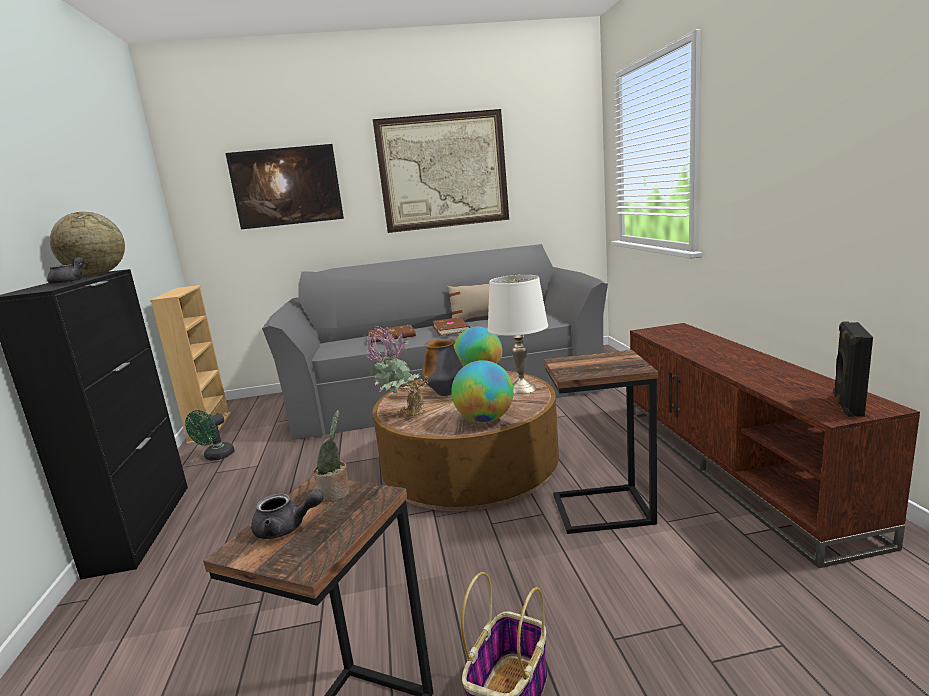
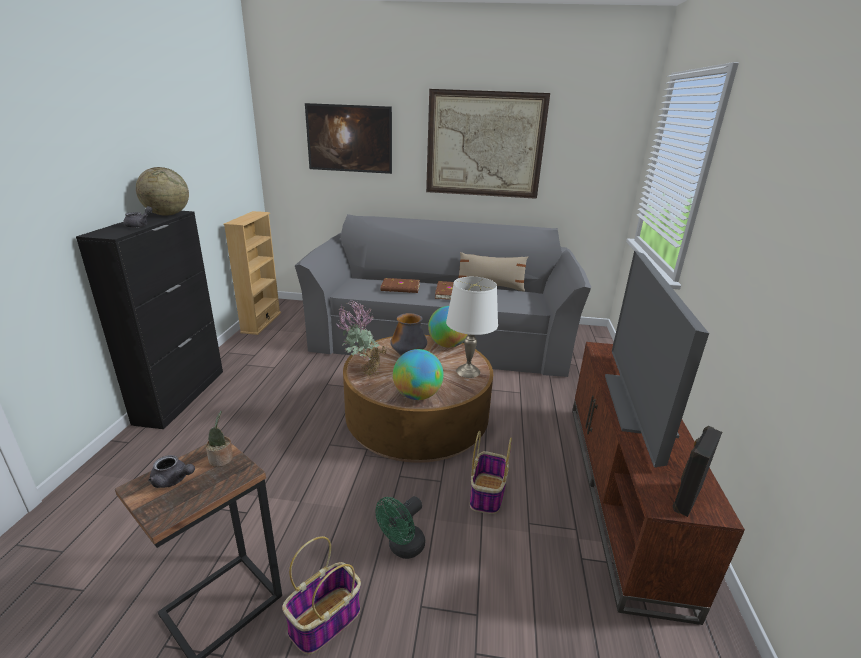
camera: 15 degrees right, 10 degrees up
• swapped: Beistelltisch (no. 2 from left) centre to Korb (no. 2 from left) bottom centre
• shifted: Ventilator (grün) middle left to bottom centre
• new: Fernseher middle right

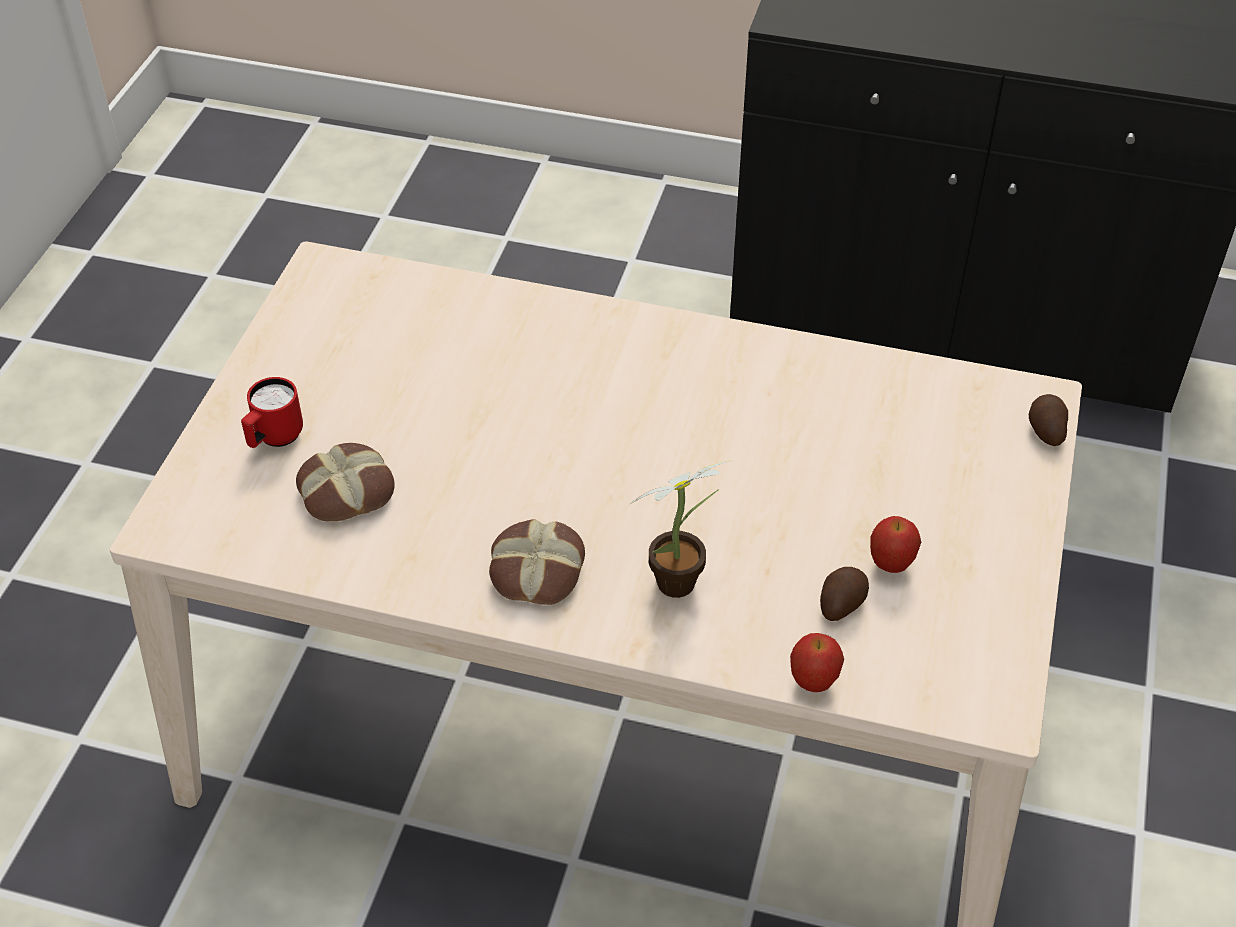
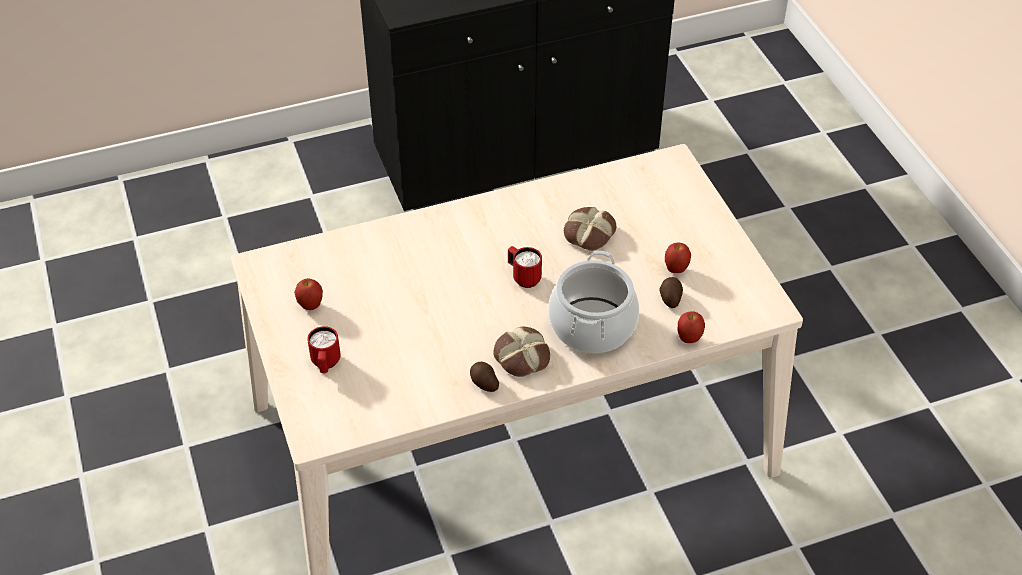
camera: 35 degrees left, 0 degrees up
• shifted: Kartoffel (no. 2 from left in the first image) middle right to Kartoffel (no. 1 from left) centre
• shifted: Brot (no. 1 from left in the first image) middle left to Brot (no. 2 from left) centre
• swapped: Topfpflanze centre to Kochtopf centre
• new: Henkelbecher (rot) (no. 2 from left) centre
• new: Apfel (no. 1 from left) middle left

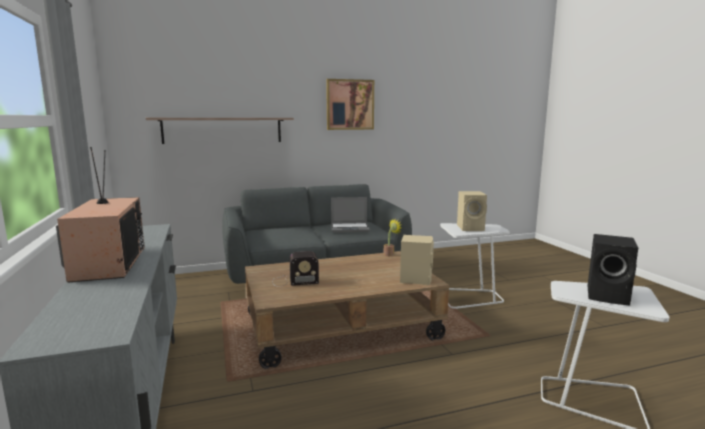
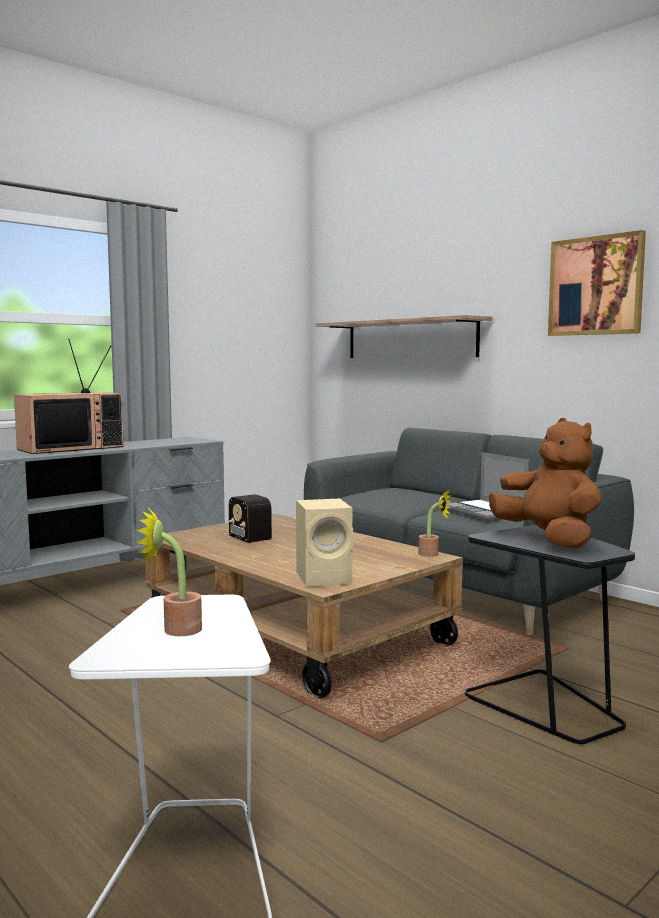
camera: 65 degrees right, 5 degrees down
• swapped: Lautsprecher (beige) (no. 2 from left) middle right to Plüschtier (braun) middle right
• repainted: Beistelltisch (weiß) (no. 1 from left) middle right to Beistelltisch (schwarz) bottom right
• swapped: Lautsprecher (schwarz) middle right to Topfpflanze (no. 1 from left) middle left

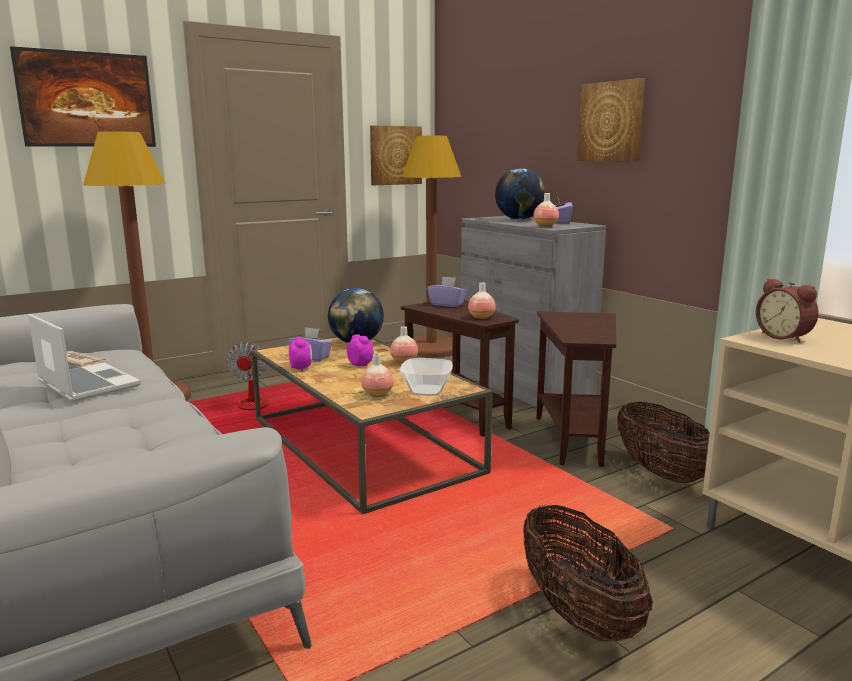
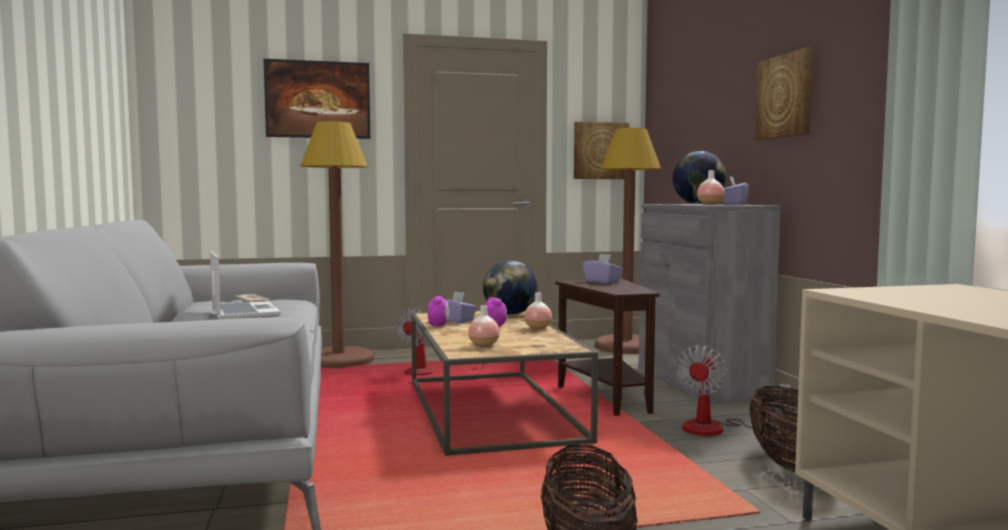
camera: 20 degrees right, 10 degrees down
• gone: Wecker (no. 3 from left) middle right
• gone: Vase (no. 3 from left) centre
• swapped: Beistelltisch (braun) (no. 2 from left) middle right to Ventilator (no. 2 from left) bottom right
• gone: Schüssel centre

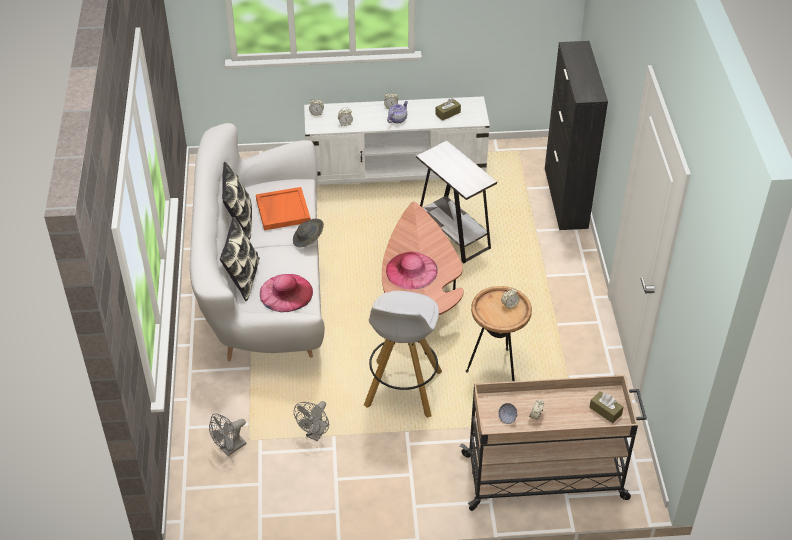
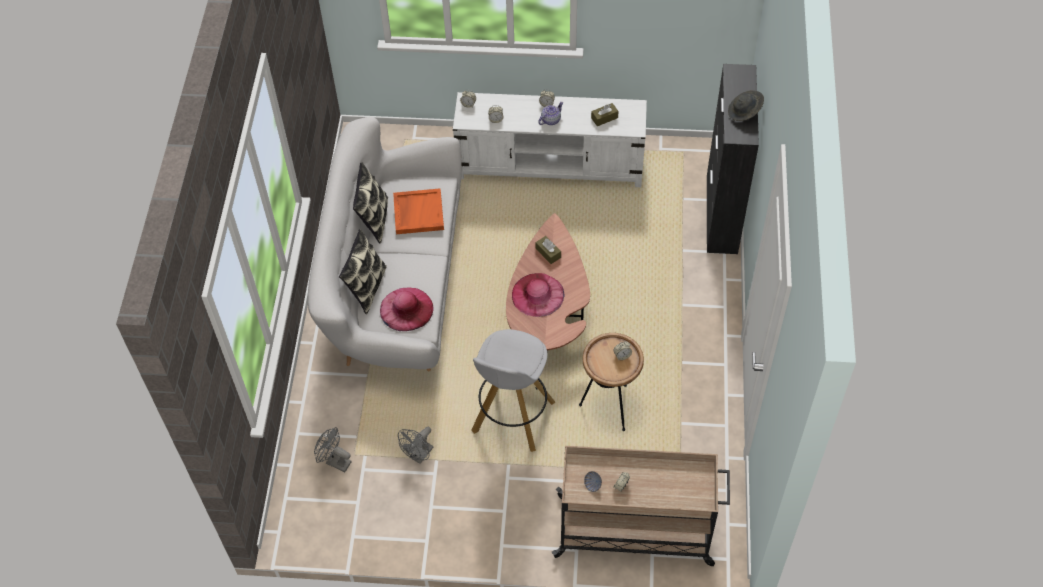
camera: 10 degrees right, 10 degrees up
• gone: Beistelltisch (weiß) centre
• shifted: Hut (grau) centre to top right
• shifted: Taschentuchbox (braun) (no. 2 from left in the first image) bottom right to Taschentuchbox (braun) (no. 1 from left) centre
• rotated: Ventilator (grau) (no. 1 from left) bottom left = bottom left 60 degrees clockwise

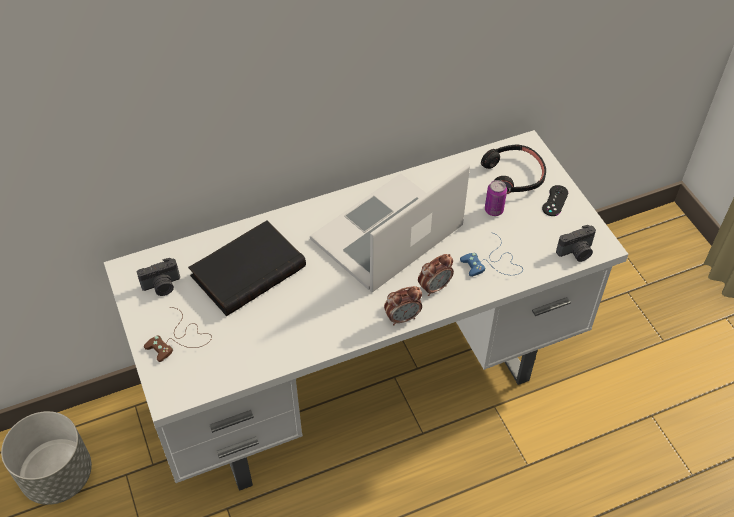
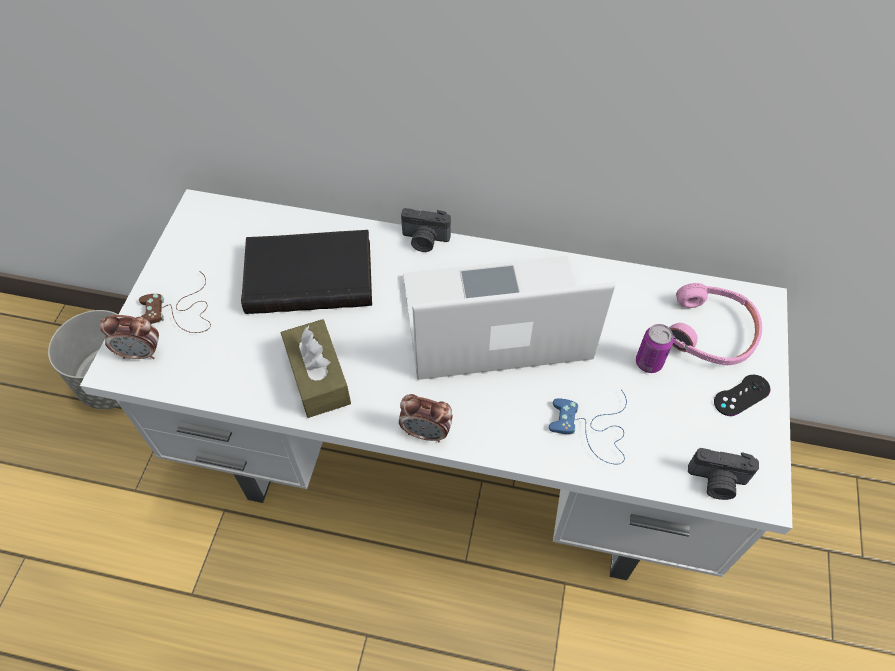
camera: 35 degrees right, 5 degrees up
• repainted: Kopfhörer (schwarz) top right to Kopfhörer (rosa) middle right
• shifted: Wecker (no. 2 from left in the first image) centre to Wecker (no. 1 from left) middle left
• shifted: Kamera (no. 1 from left) middle left to centre
• new: Taschentuchbox (braun) centre

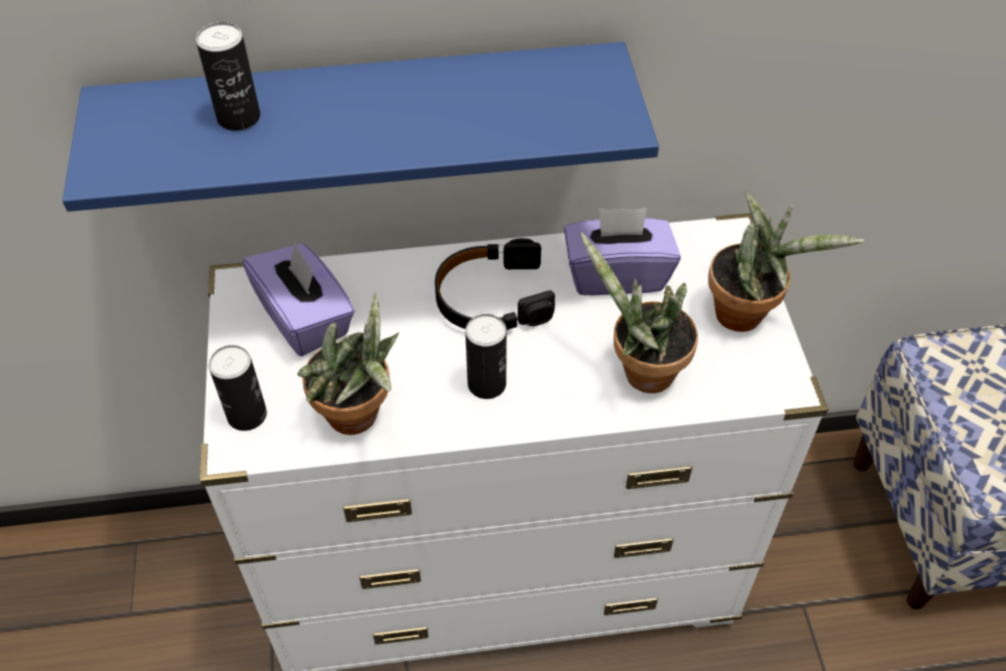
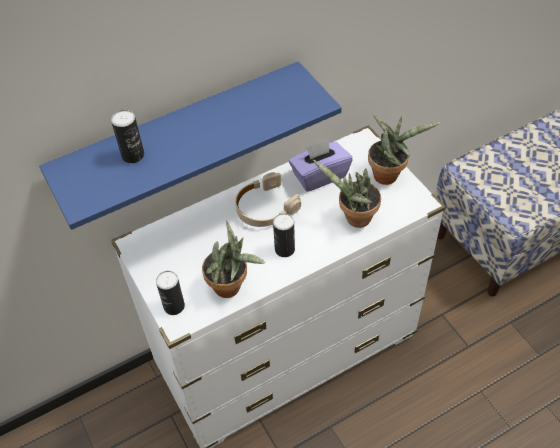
camera: 20 degrees left, 0 degrees up
• repainted: Kopfhörer (schwarz) centre to Kopfhörer (beige) centre
• gone: Taschentuchbox (lila) (no. 1 from left) middle left

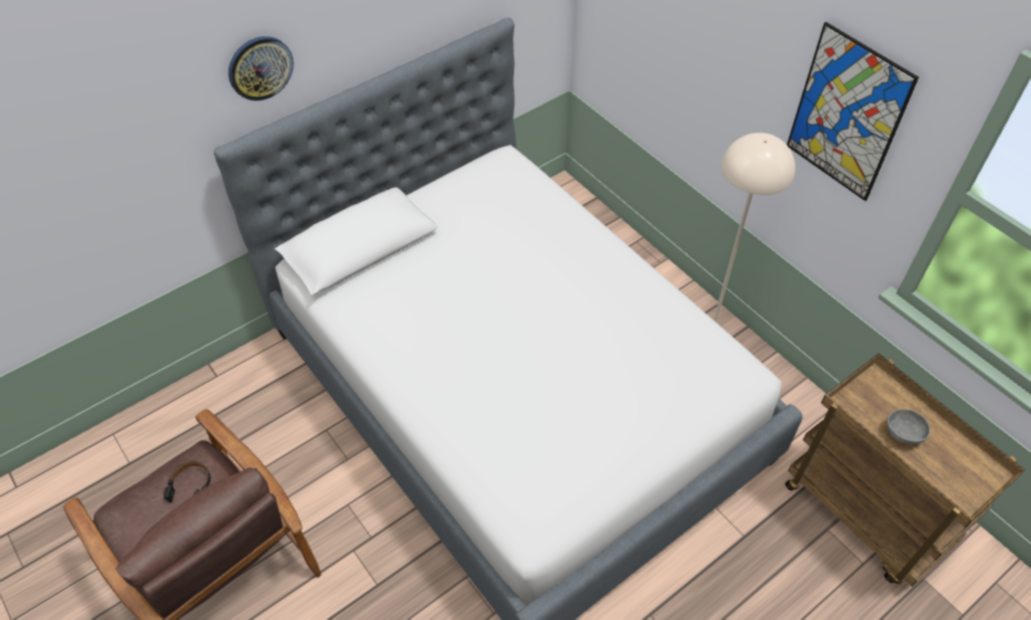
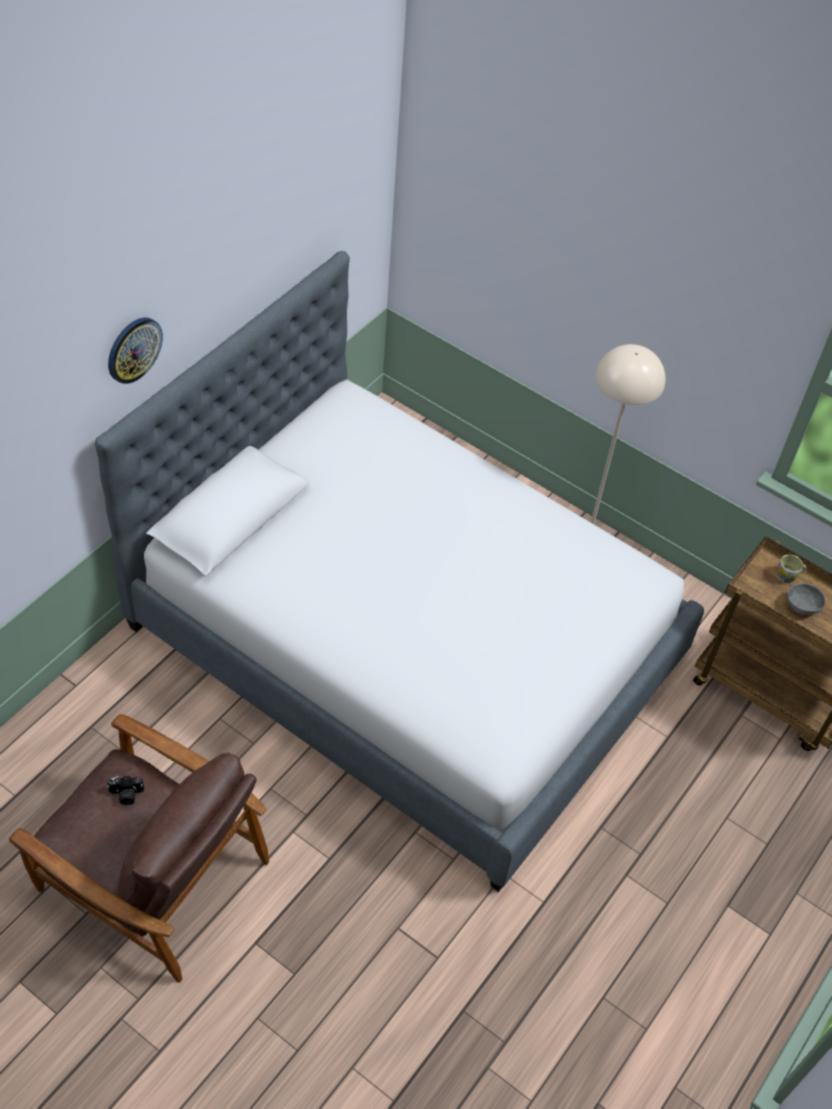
camera: 20 degrees left, 0 degrees up
• gone: Bild top right
• swapped: Kopfhörer (schwarz) bottom left to Kamera bottom left
• new: Henkelbecher middle right

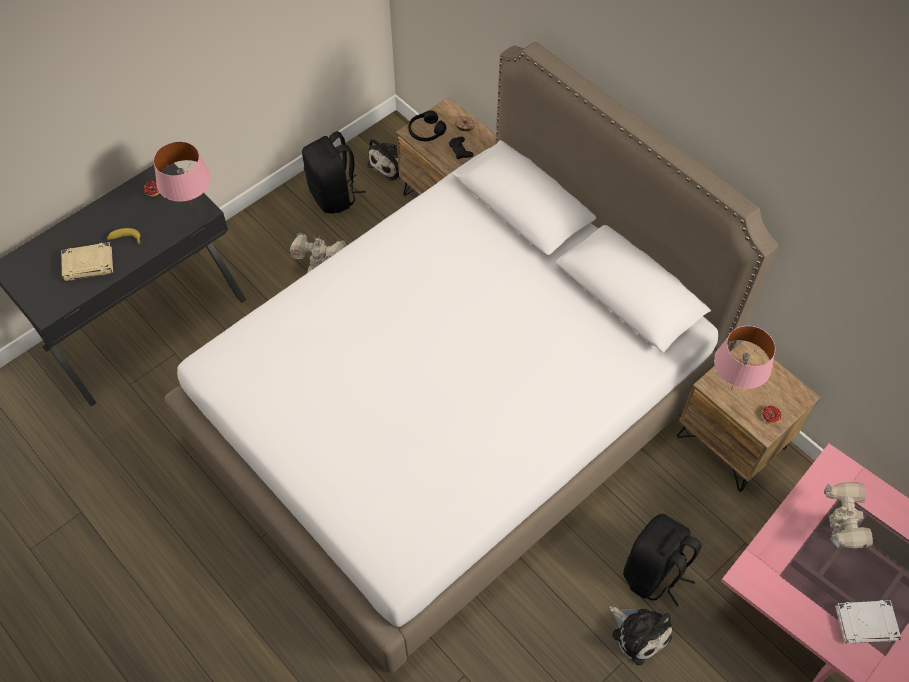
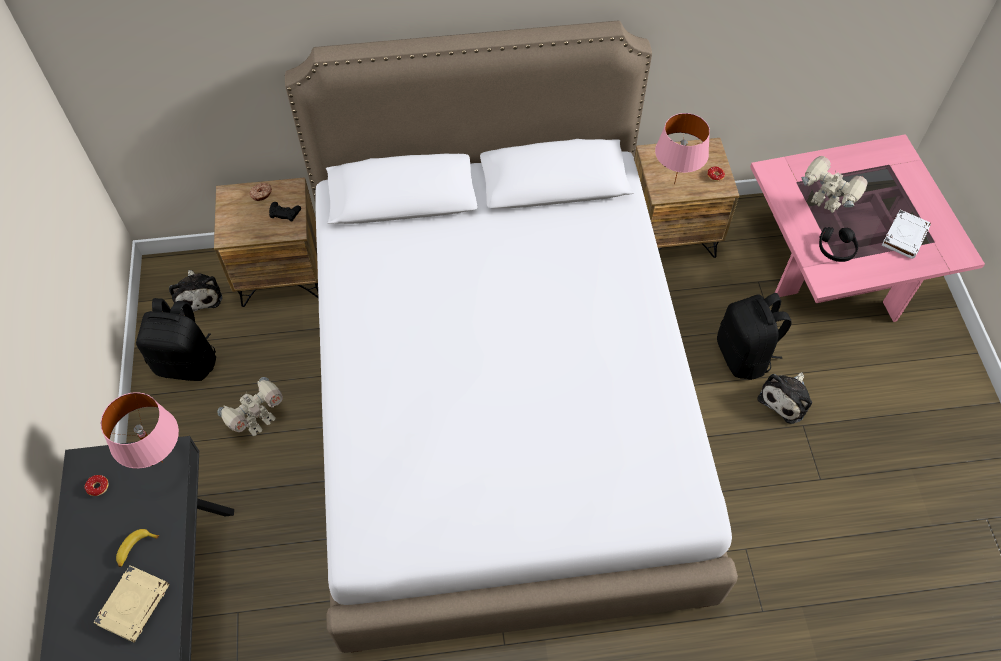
camera: 55 degrees left, 0 degrees up
• shifted: Kopfhörer (schwarz) top centre to middle right
• rotated: Plüschtier (no. 2 from left) bottom right = middle right 135 degrees clockwise

